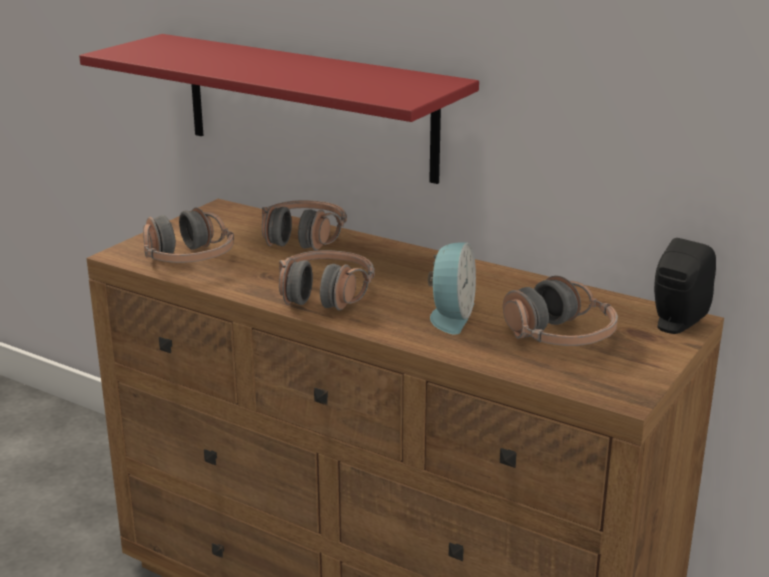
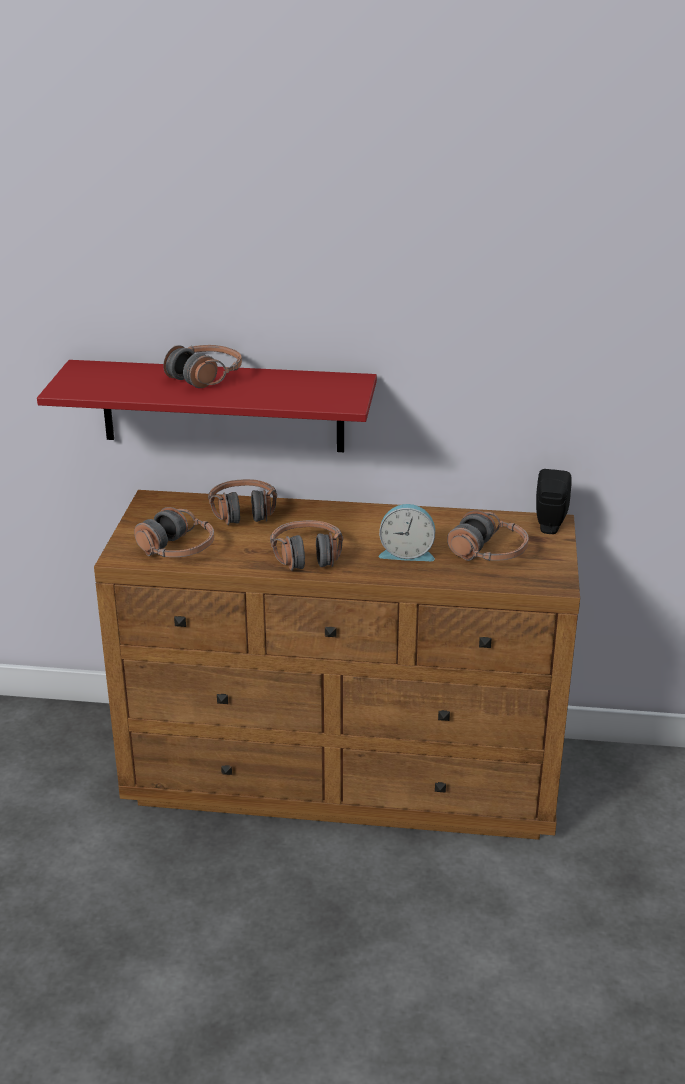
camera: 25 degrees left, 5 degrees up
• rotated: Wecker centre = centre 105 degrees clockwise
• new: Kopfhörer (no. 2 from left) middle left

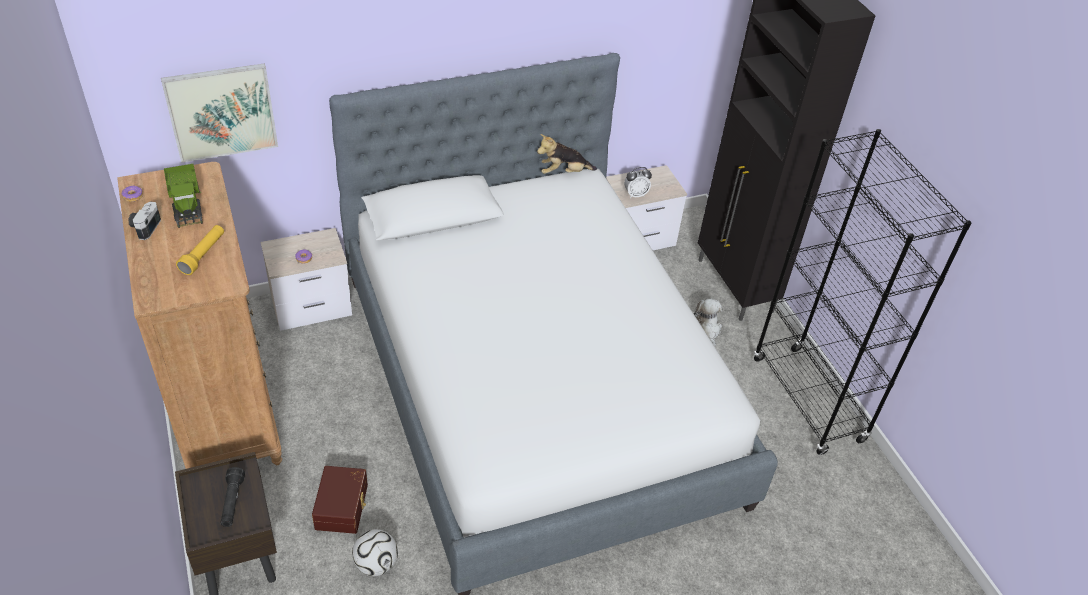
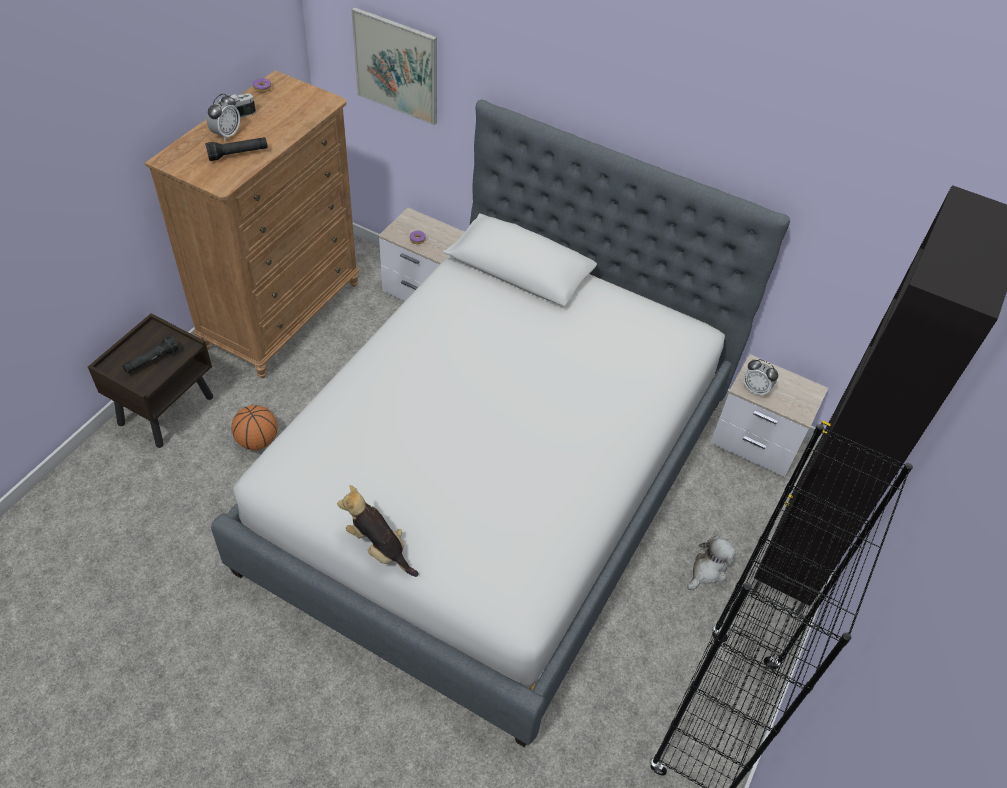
camera: 50 degrees right, 5 degrees up
• shifted: Plüschtier (no. 1 from left) top centre to bottom centre
• gone: Spielzeuglaster top left
• repainted: Taschenlampe (gelb) middle left to Taschenlampe (schwarz) (no. 2 from left) top left
• swapped: Aufbewahrungsbox (braun) bottom left to Basketball middle left
• gone: Fußball bottom centre
• new: Wecker (no. 1 from left) top left

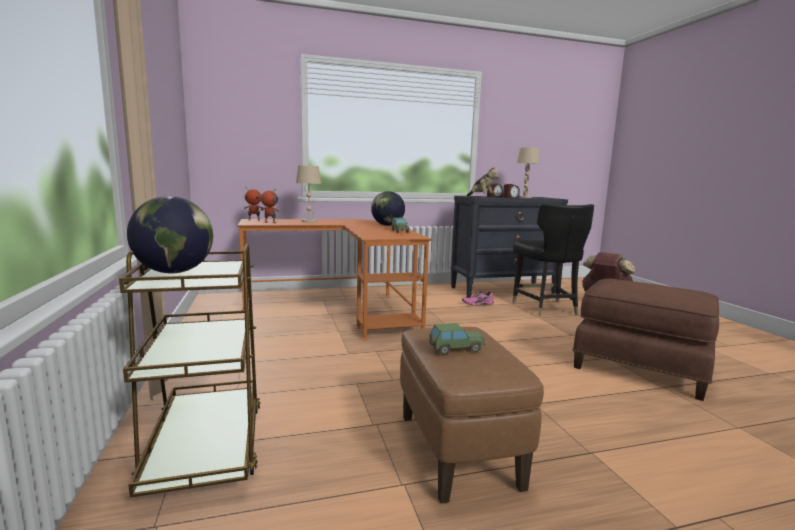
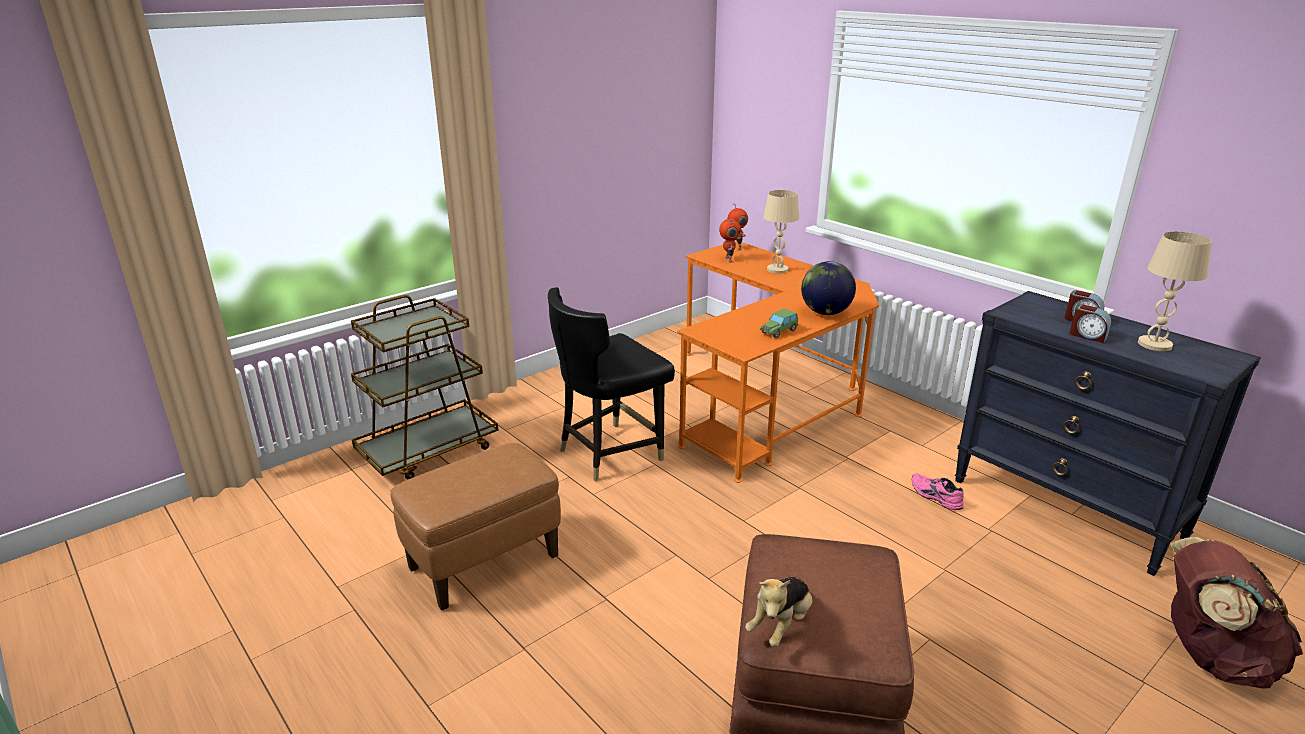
camera: 65 degrees right, 15 degrees up
• shifted: Plüschtier centre to bottom centre
• gone: Globus (no. 1 from left) middle left
• shifted: Stuhl (schwarz) middle right to centre
• gone: Spielzeugauto (no. 2 from left) centre

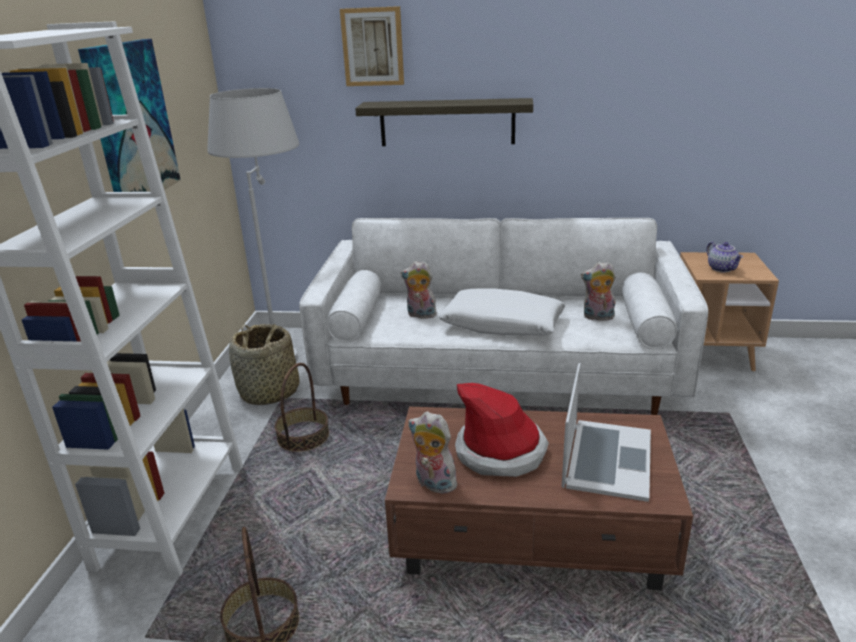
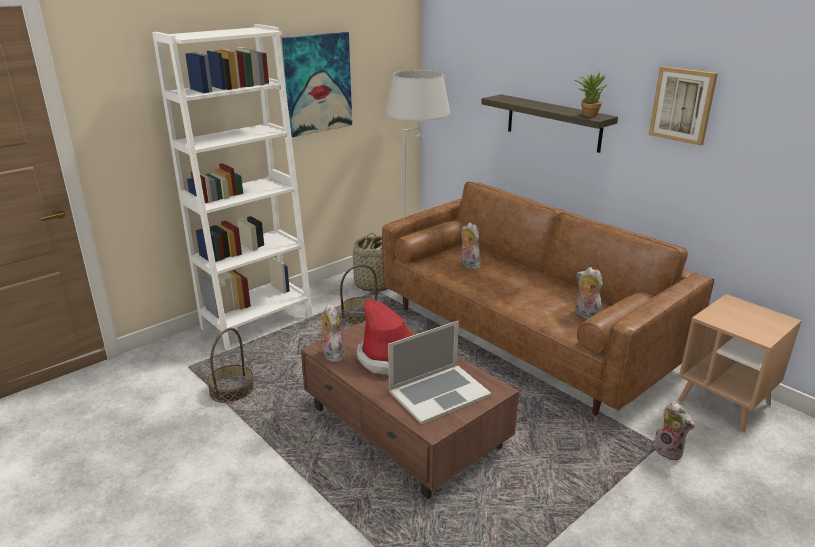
camera: 40 degrees right, 0 degrees up
• shifted: Bild (no. 2 from left) top centre to top right
• repainted: Sofa (weiß) centre to Sofa (braun) middle right
• gone: Teekanne middle right
• gone: Kissen (weiß) centre
• new: Topfpflanze top right
• new: Plüschtier (no. 4 from left) bottom right

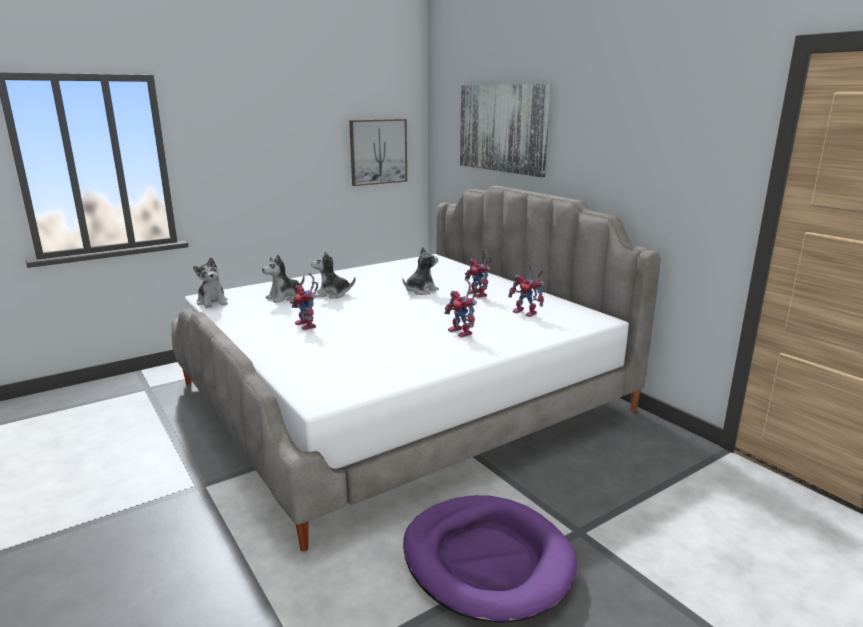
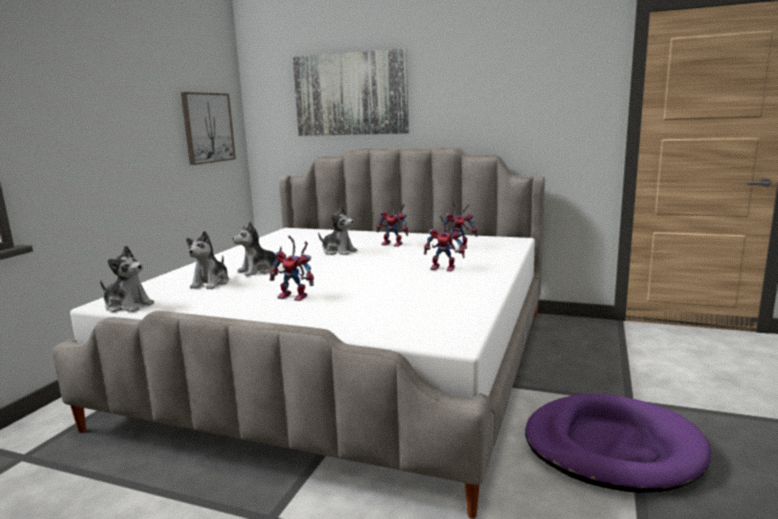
camera: 35 degrees left, 5 degrees down
• rotated: Plüschtier (no. 4 from left) centre = centre 105 degrees clockwise

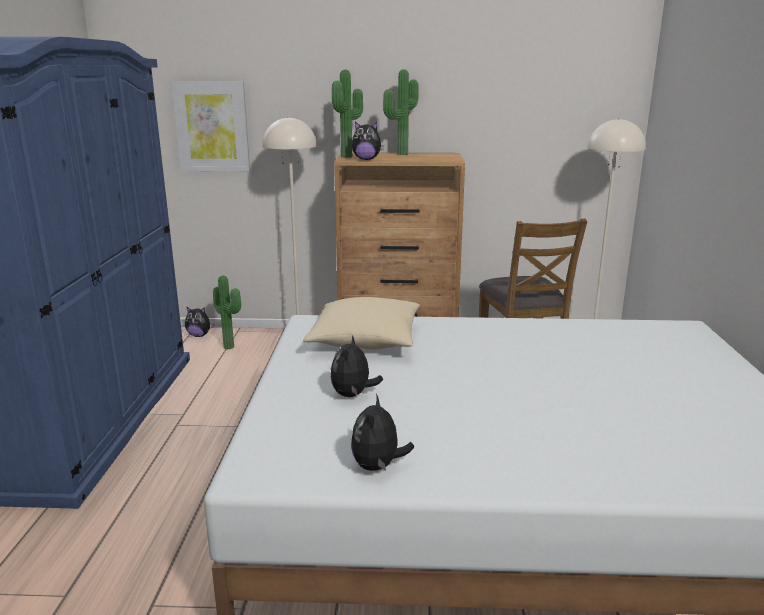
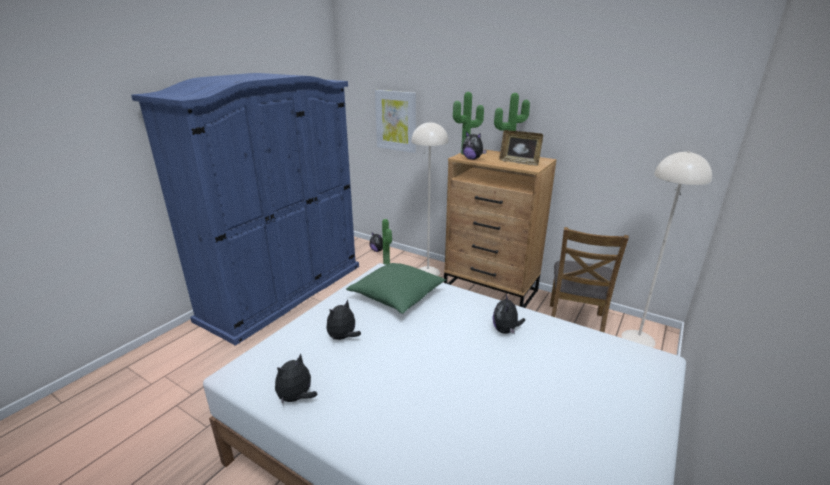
camera: 30 degrees right, 5 degrees up
• repainted: Kissen (beige) centre to Kissen (grün) centre
• new: Bilderrahmen top centre
• new: Plüschtier (no. 5 from left) centre

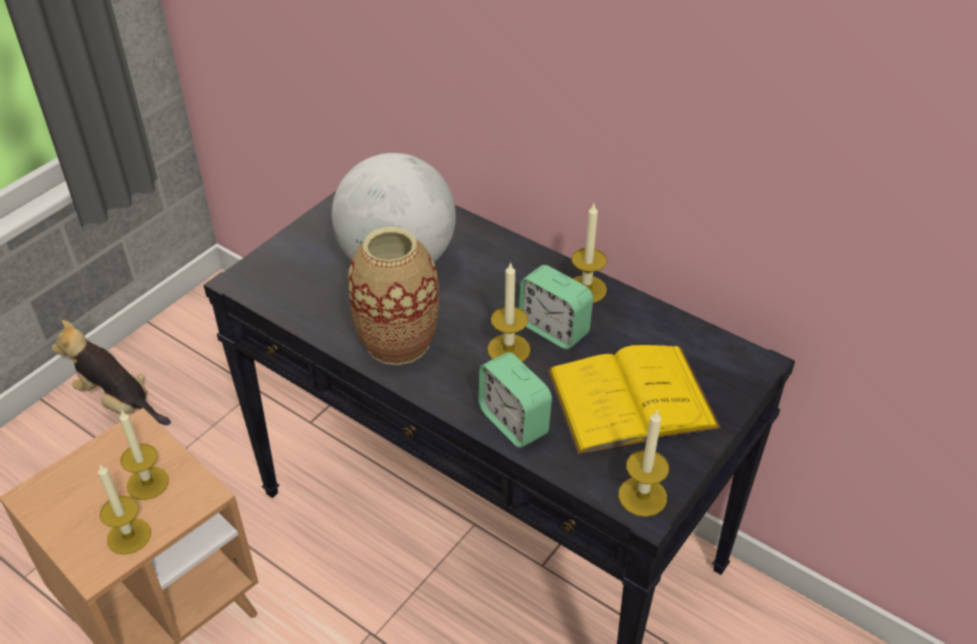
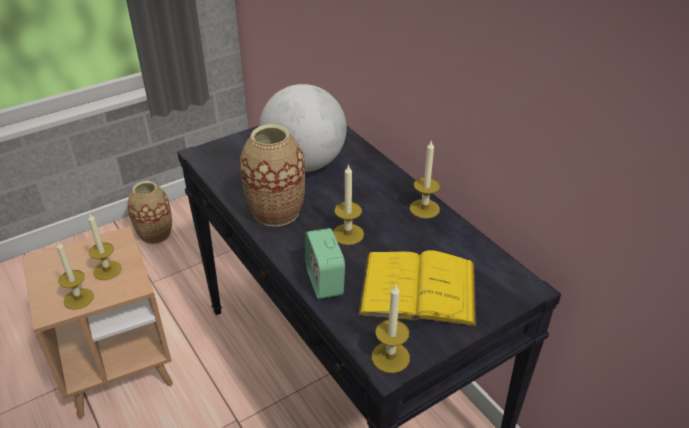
camera: 20 degrees right, 5 degrees down
• gone: Wecker (no. 2 from left) centre
• swapped: Plüschtier middle left to Vase (no. 1 from left) middle left

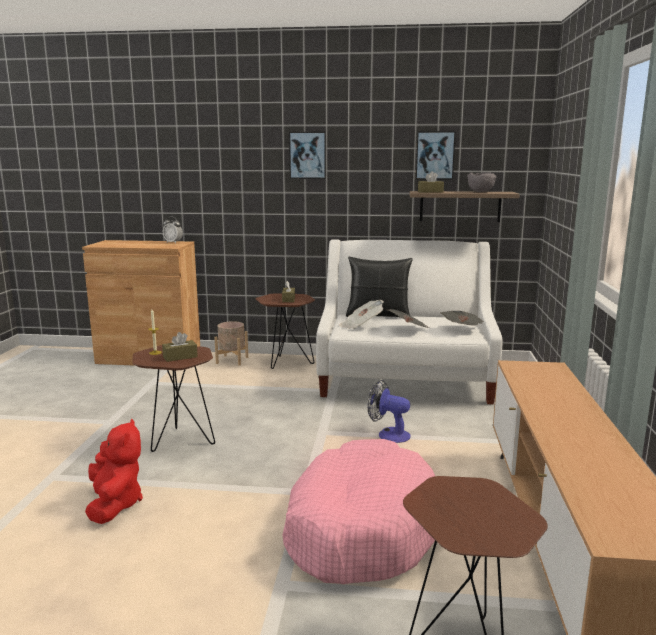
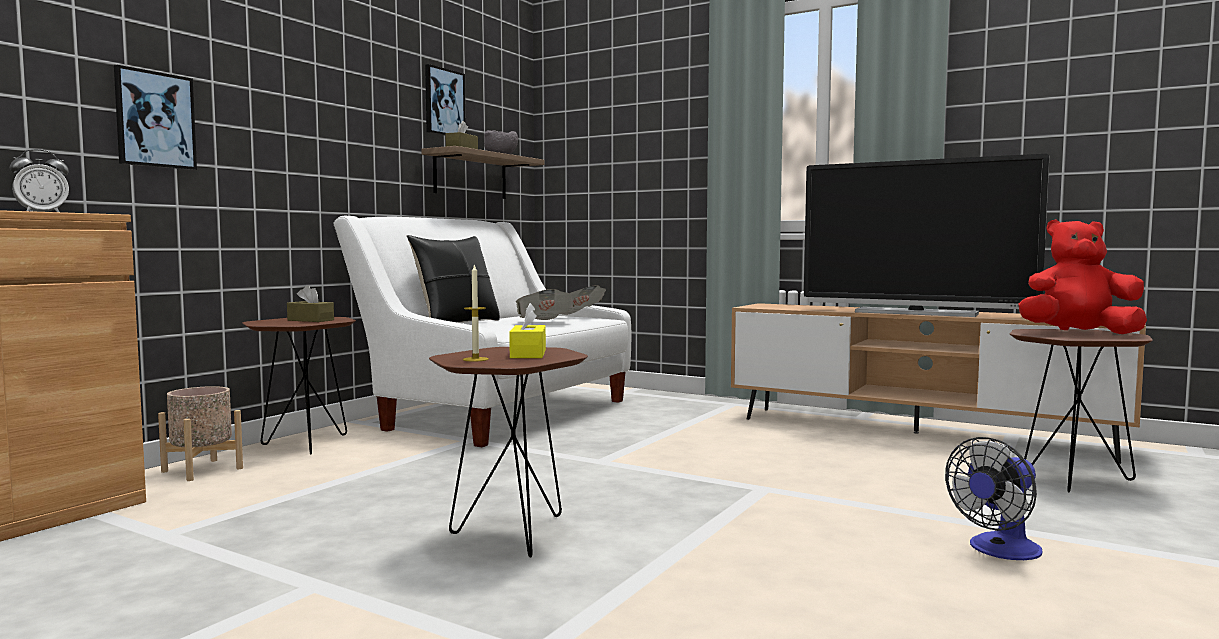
camera: 65 degrees left, 10 degrees down
• shifted: Bild (no. 1 from left) top centre to top left
• gone: Zeitung (no. 1 from left) centre
• repainted: Taschentuchbox (braun) (no. 1 from left) middle left to Taschentuchbox (gelb) centre
• shifted: Ventilator centre to bottom right
• shifted: Plüschtier (rot) bottom left to middle right
• gone: Hundebett (rosa) bottom centre
• new: Fernseher middle right

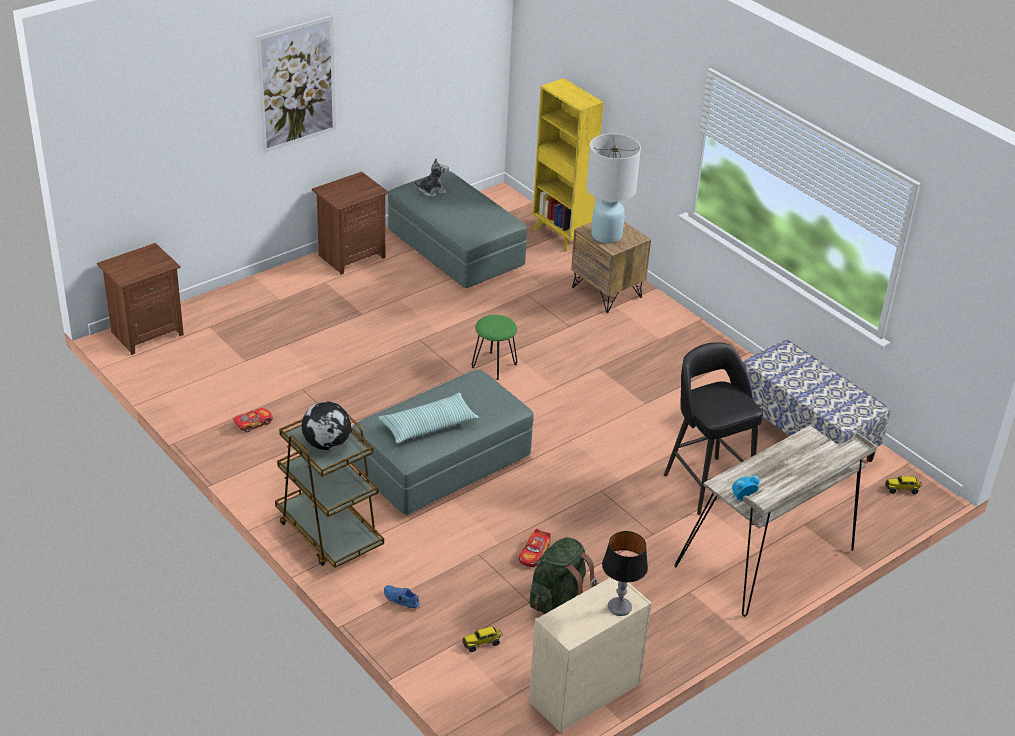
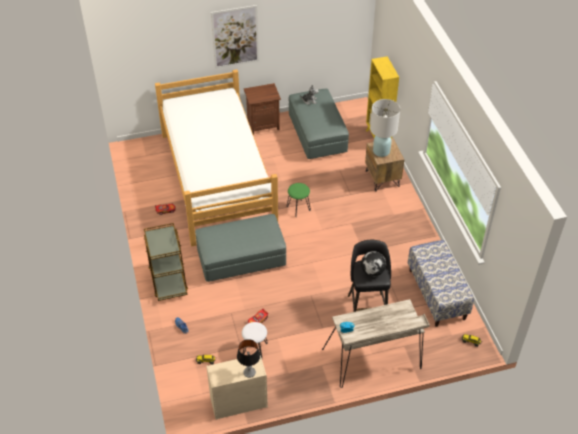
camera: 25 degrees right, 10 degrees up
• gone: Nachttisch (braun) (no. 1 from left) middle left
• gone: Kissen centre
• shifted: Globus middle left to centre
• swapped: Rucksack (grün) bottom centre to Hocker (weiß) bottom centre
• new: Bett centre

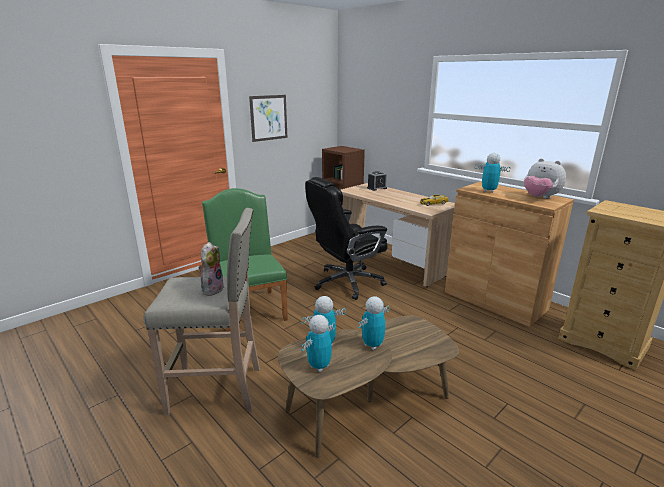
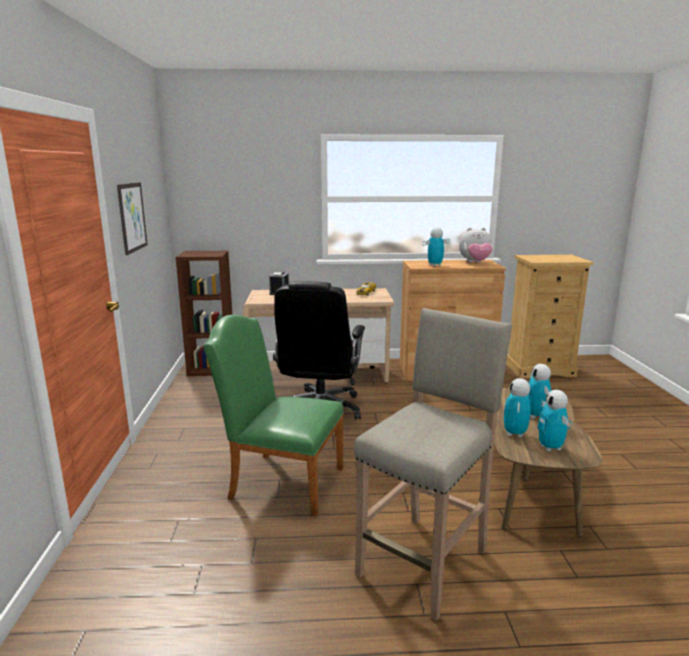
camera: 50 degrees left, 5 degrees down
• gone: Plüschtier (no. 1 from left) middle left

